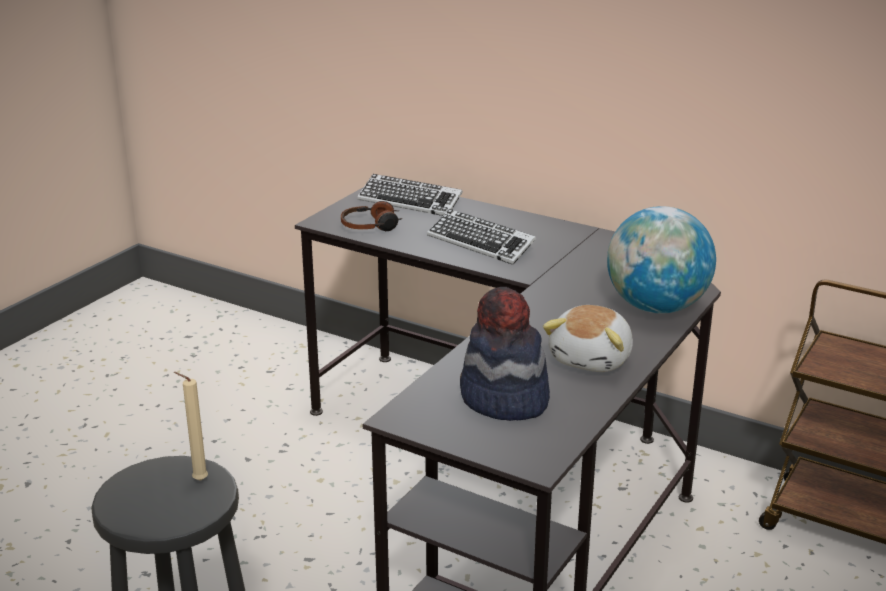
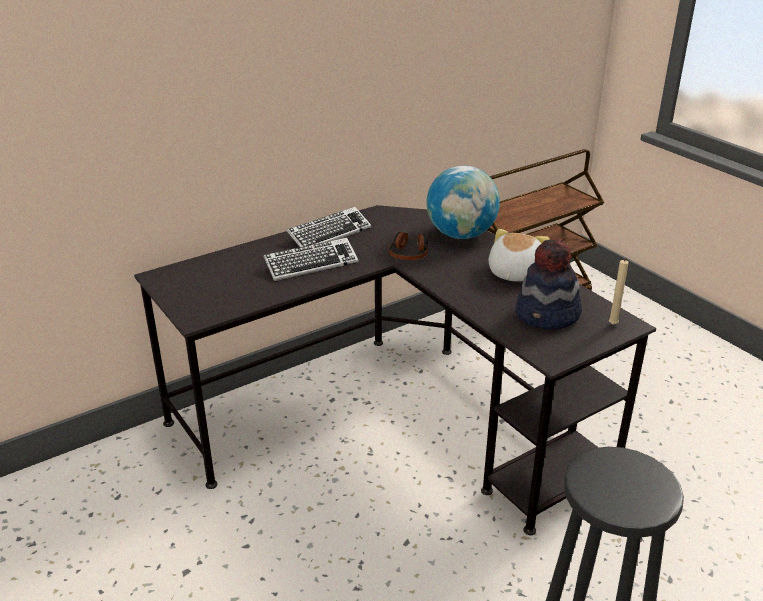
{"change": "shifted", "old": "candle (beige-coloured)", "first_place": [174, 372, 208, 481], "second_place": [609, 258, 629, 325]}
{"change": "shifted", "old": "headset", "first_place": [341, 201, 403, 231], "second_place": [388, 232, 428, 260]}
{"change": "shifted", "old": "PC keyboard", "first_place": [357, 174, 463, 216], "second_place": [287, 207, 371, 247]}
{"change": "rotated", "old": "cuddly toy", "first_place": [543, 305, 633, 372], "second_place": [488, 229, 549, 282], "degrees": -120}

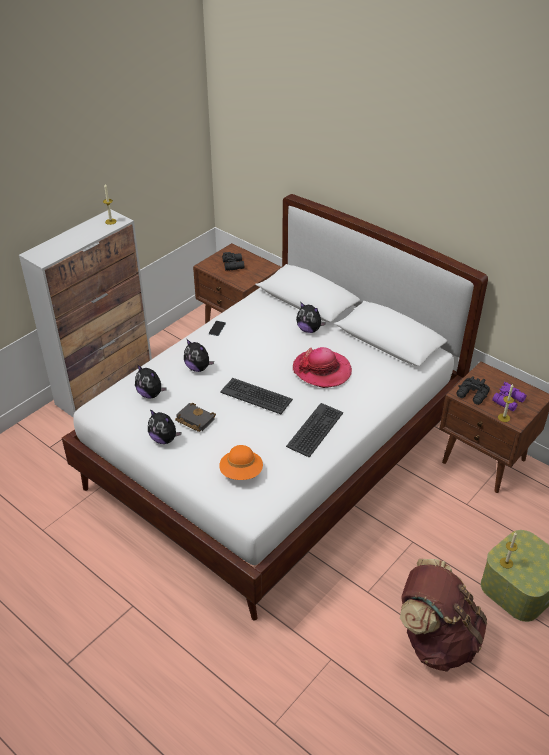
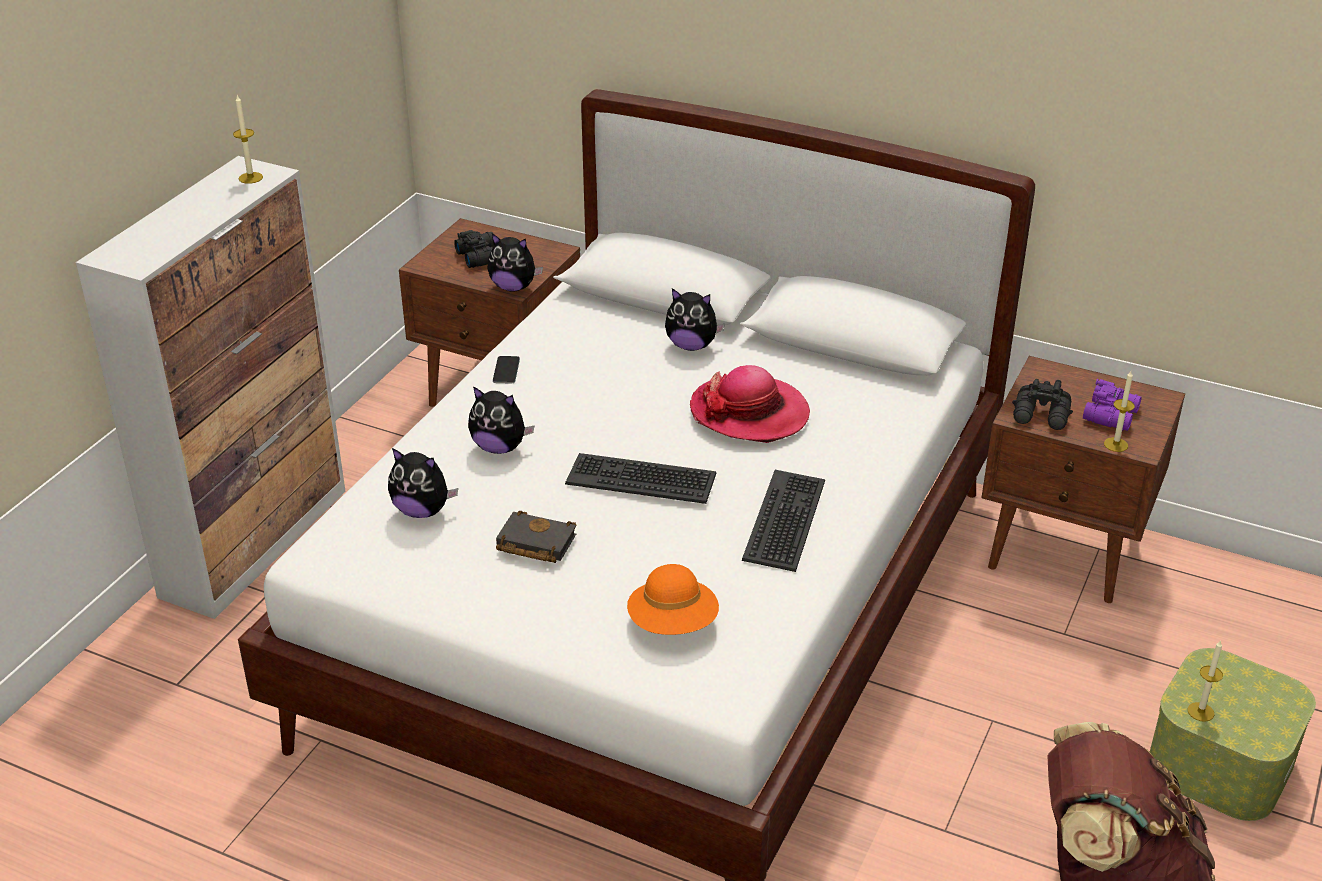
{"change": "shifted", "old": "cuddly toy", "first_place": [148, 409, 181, 444], "second_place": [487, 234, 543, 292]}

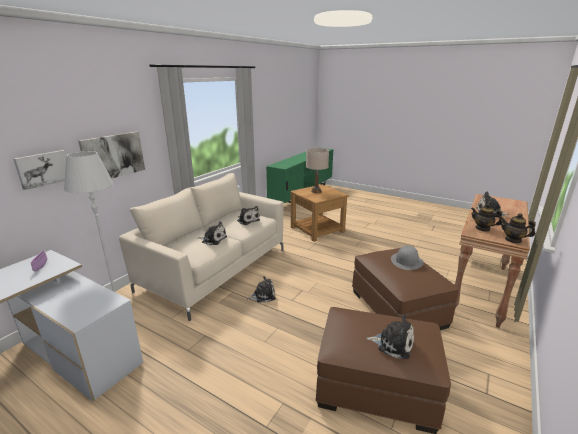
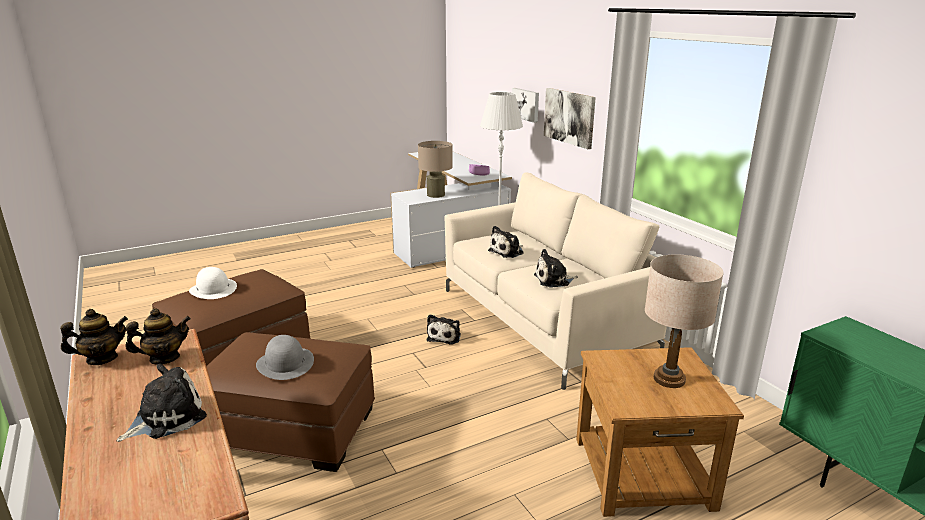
{"change": "swapped", "old": "cuddly toy", "new": "wearable hat (whitish)", "first_place": [366, 315, 414, 359], "second_place": [189, 267, 237, 299]}
{"change": "new", "new": "tabletop lamp (beige-coloured)", "second_place": [418, 141, 453, 198]}

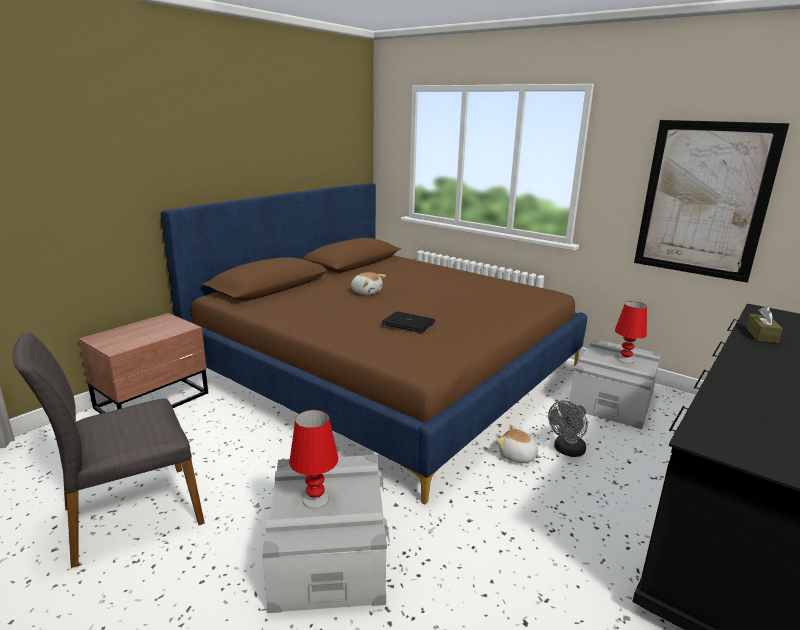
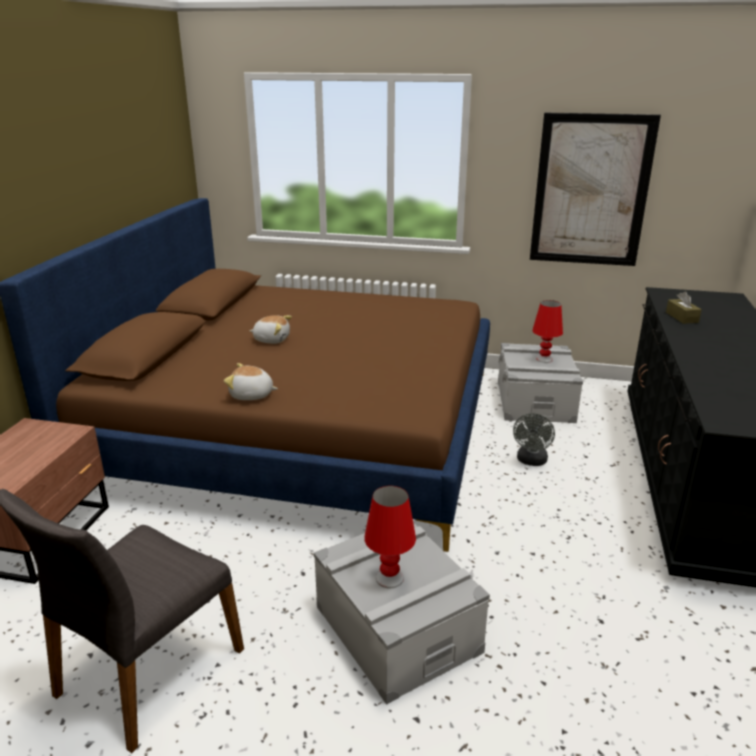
{"change": "gone", "old": "portable computer", "first_place": [382, 312, 435, 333]}
{"change": "shifted", "old": "cuddly toy", "first_place": [496, 425, 542, 463], "second_place": [224, 363, 278, 400]}

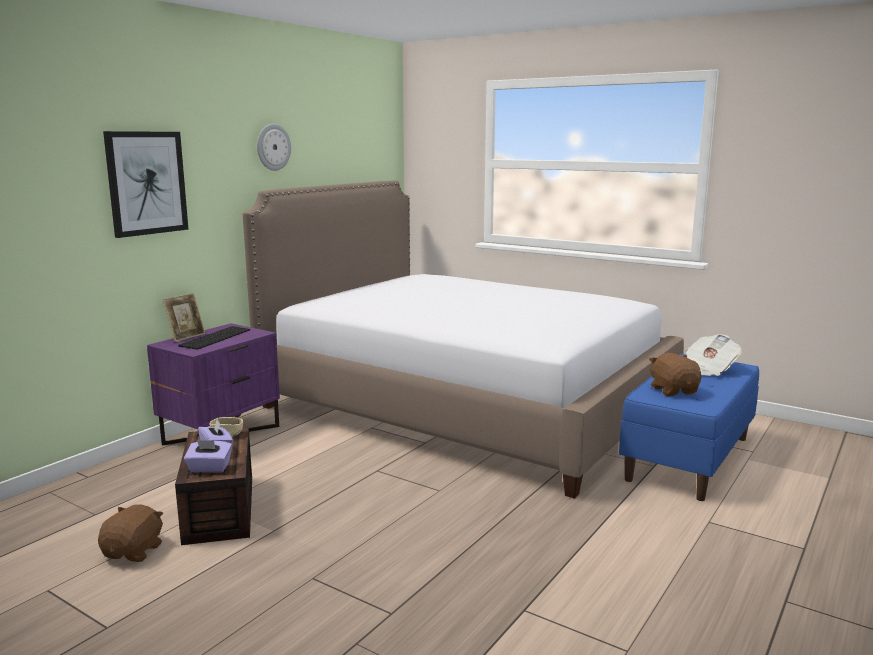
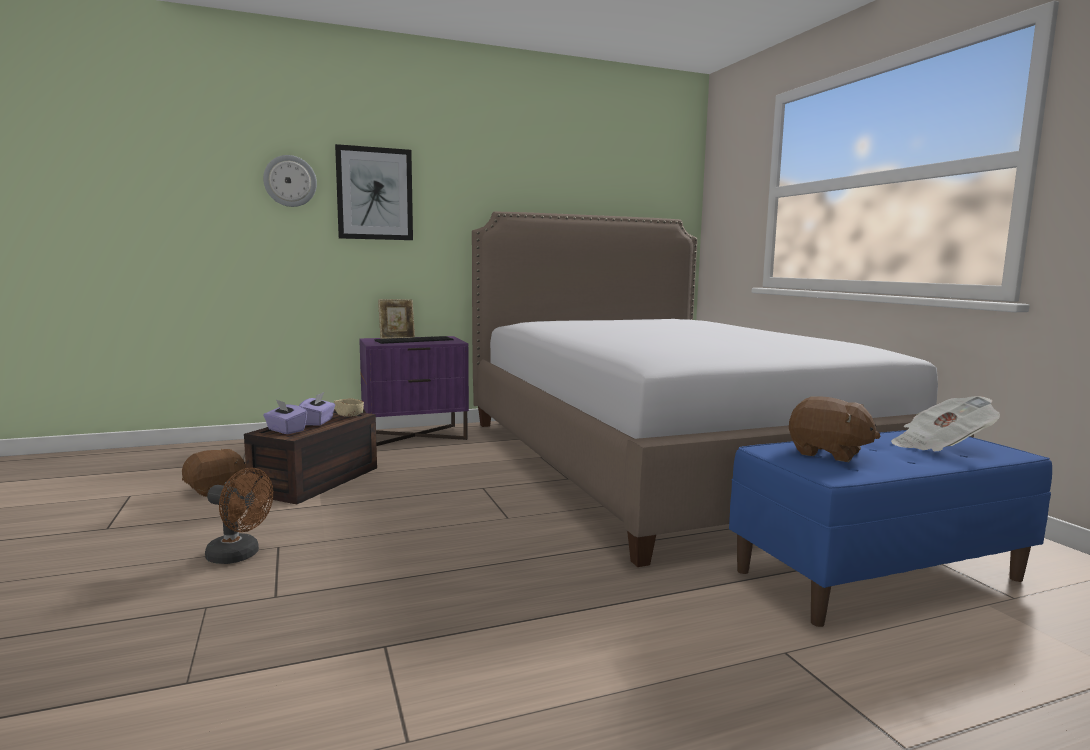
{"change": "shifted", "old": "wall clock", "first_place": [257, 124, 291, 171], "second_place": [263, 155, 317, 207]}
{"change": "rotated", "old": "cuddly toy (brownish)", "first_place": [649, 353, 701, 396], "second_place": [789, 396, 880, 462], "degrees": 105}
{"change": "new", "new": "electric fan (brownish)", "second_place": [205, 468, 273, 564]}

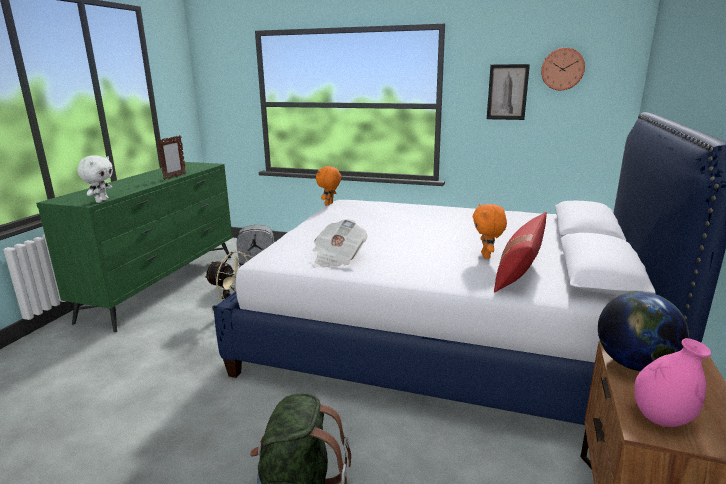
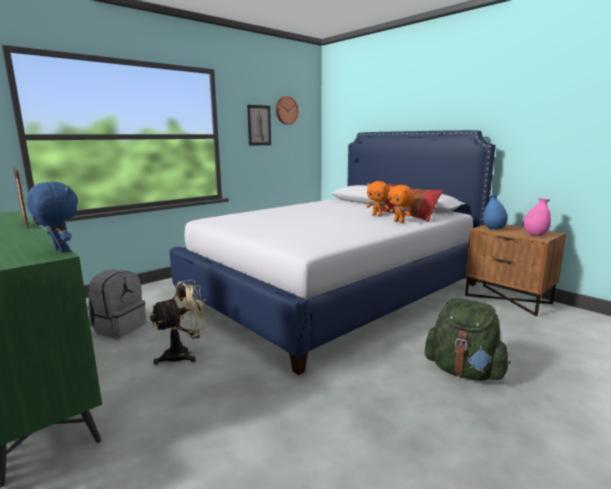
{"change": "repainted", "old": "cuddly toy (whitish)", "new": "cuddly toy (blue-coloured)", "first_place": [77, 155, 113, 203], "second_place": [27, 182, 78, 253]}
{"change": "gone", "old": "daily paper", "first_place": [313, 219, 367, 268]}
{"change": "shifted", "old": "cuddly toy (orangey)", "first_place": [316, 166, 341, 206], "second_place": [388, 185, 414, 223]}
{"change": "swapped", "old": "world globe", "new": "decorative vase (blue-coloured)", "first_place": [598, 292, 689, 371], "second_place": [483, 194, 508, 230]}

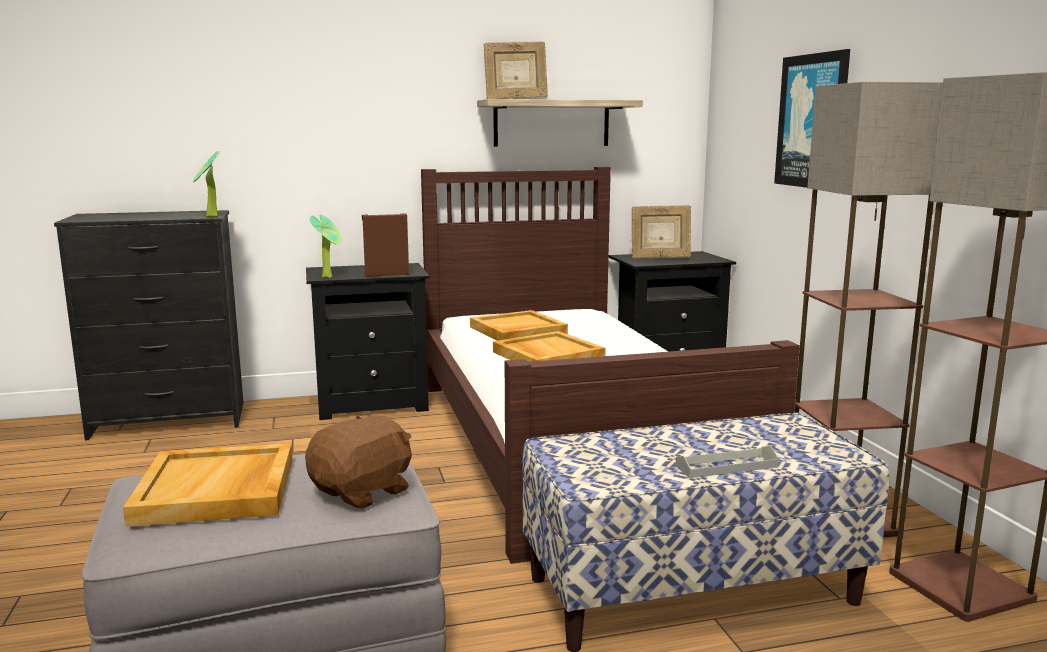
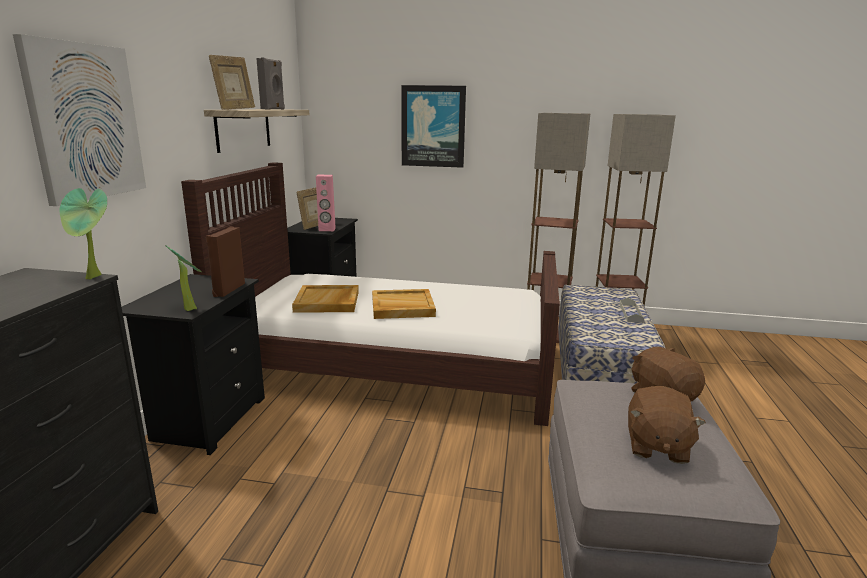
{"change": "swapped", "old": "carrying tray (beige-coloured)", "new": "cuddly toy (brownish)", "first_place": [123, 443, 293, 527], "second_place": [628, 386, 706, 464]}
{"change": "new", "new": "wall art", "second_place": [13, 34, 146, 206]}
{"change": "new", "new": "audio speaker (gray)", "second_place": [256, 58, 285, 110]}
{"change": "new", "new": "audio speaker (pinkish)", "second_place": [316, 175, 336, 231]}

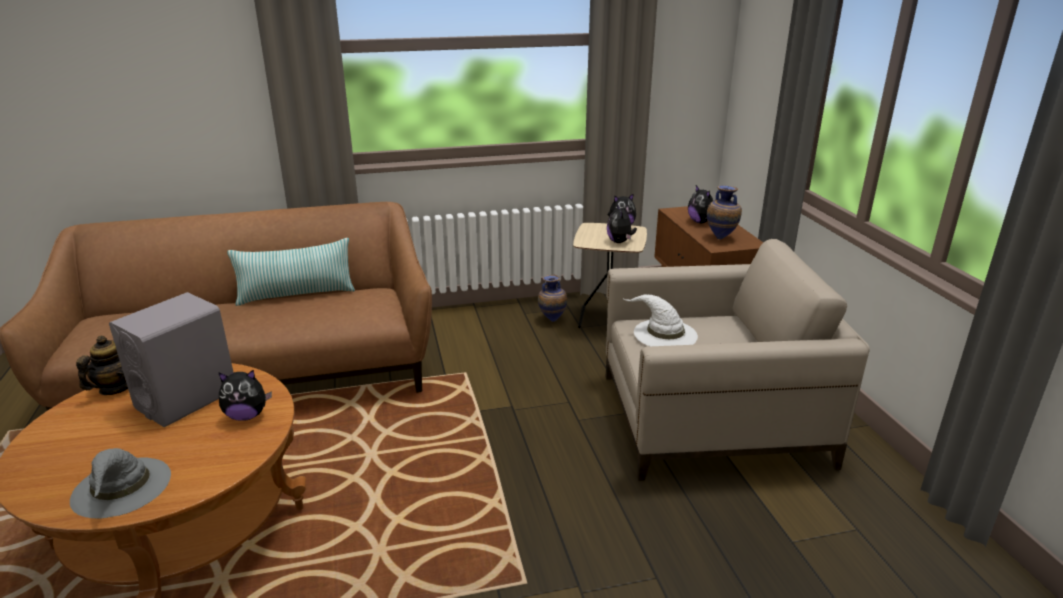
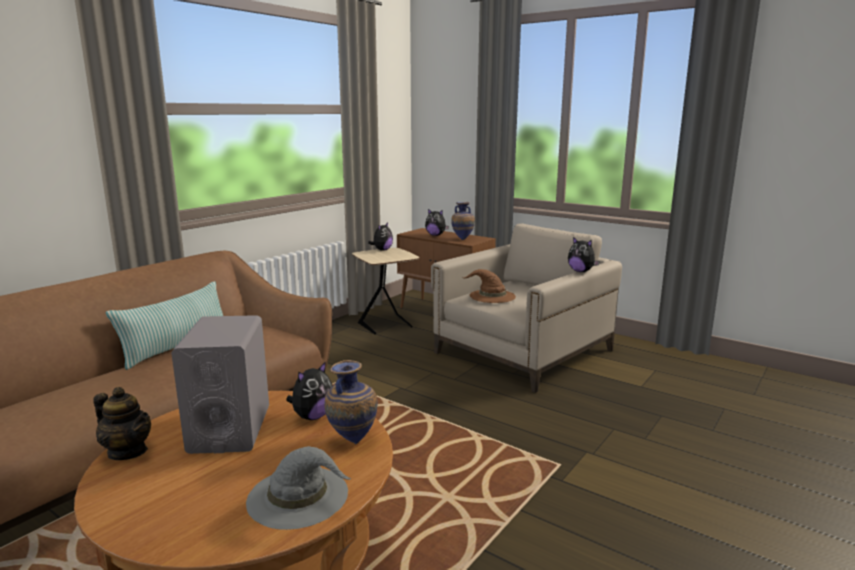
{"change": "rotated", "old": "pot for tea", "first_place": [76, 336, 128, 395], "second_place": [93, 387, 151, 460], "degrees": 135}
{"change": "shifted", "old": "decorative vase", "first_place": [538, 275, 567, 322], "second_place": [324, 360, 377, 444]}
{"change": "shifted", "old": "cuddly toy", "first_place": [607, 204, 637, 243], "second_place": [568, 237, 600, 272]}
{"change": "repainted", "old": "wearable hat (whitish)", "new": "wearable hat (brownish)", "first_place": [624, 295, 698, 346], "second_place": [461, 269, 516, 303]}

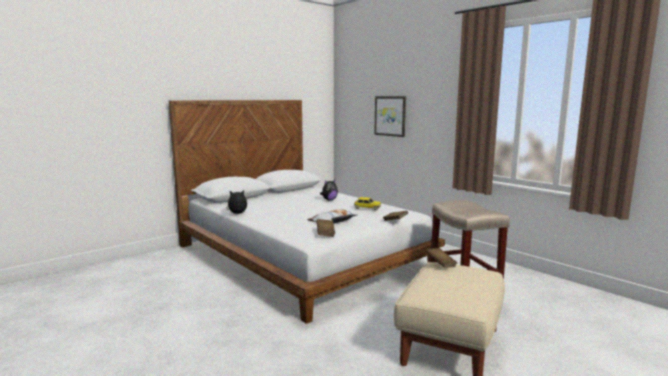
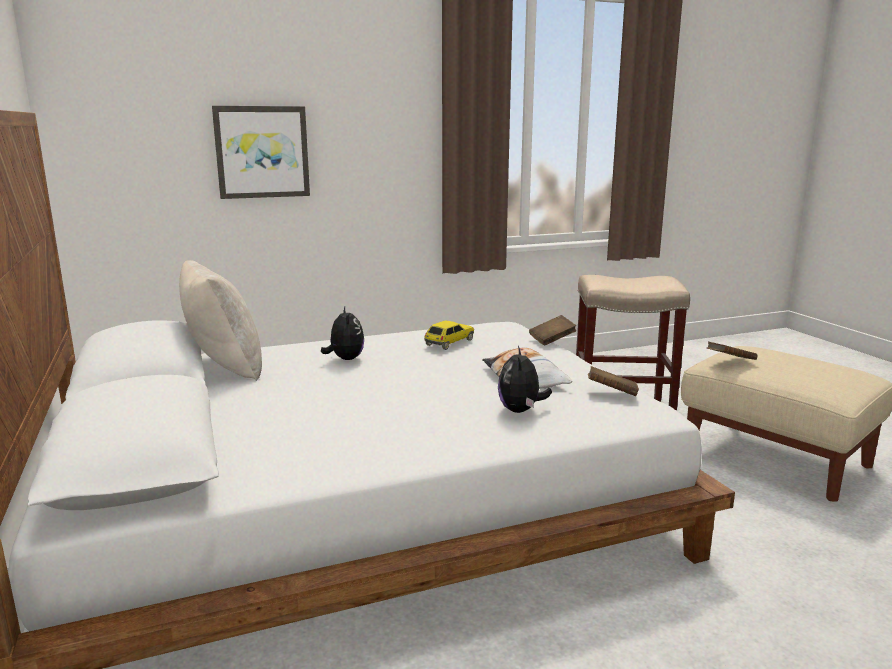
{"change": "shifted", "old": "cuddly toy", "first_place": [226, 190, 247, 214], "second_place": [498, 346, 552, 413]}
{"change": "new", "new": "cushion (beige-coloured)", "second_place": [179, 260, 262, 381]}

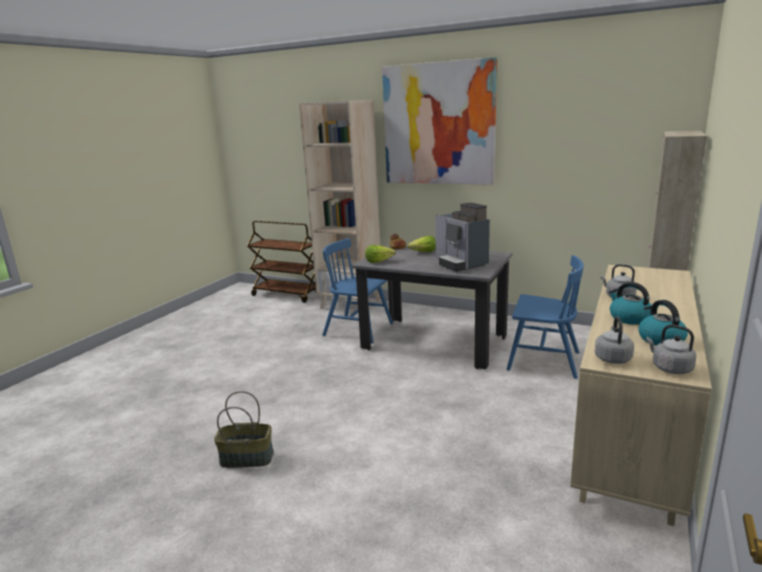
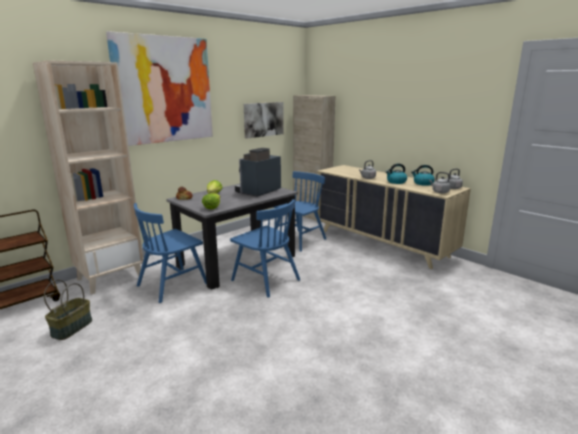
{"change": "shifted", "old": "household basket", "first_place": [214, 391, 274, 468], "second_place": [44, 280, 92, 340]}
{"change": "rotated", "old": "coffee maker", "first_place": [435, 202, 490, 272], "second_place": [235, 148, 281, 197], "degrees": 135}
{"change": "new", "new": "plain chair (blue-coloured)", "second_place": [230, 199, 300, 298]}
{"change": "new", "new": "wall art", "second_place": [244, 102, 284, 139]}

